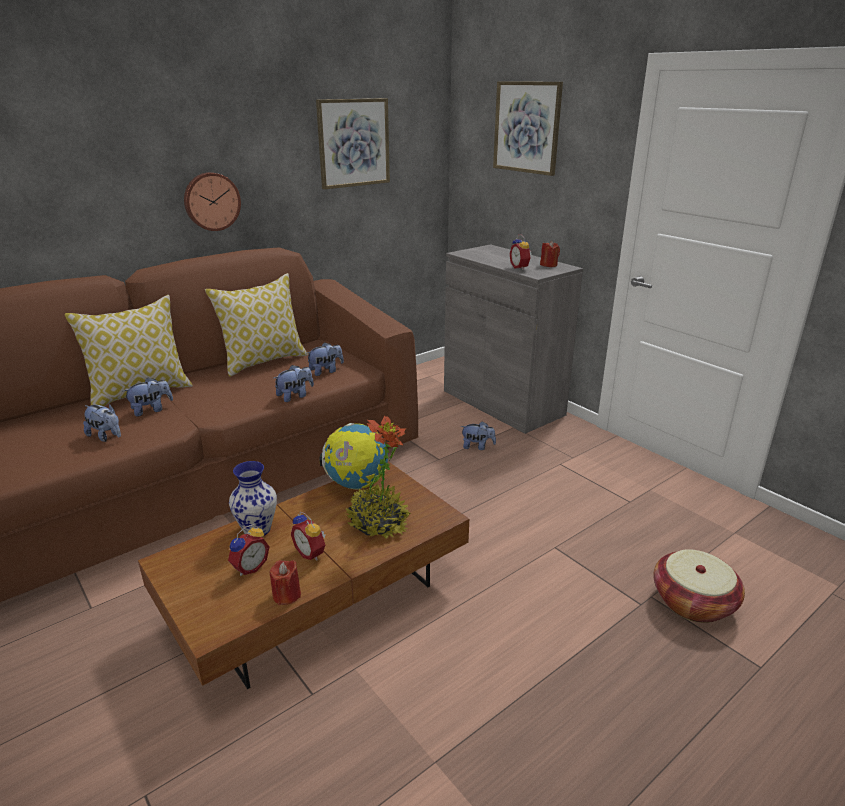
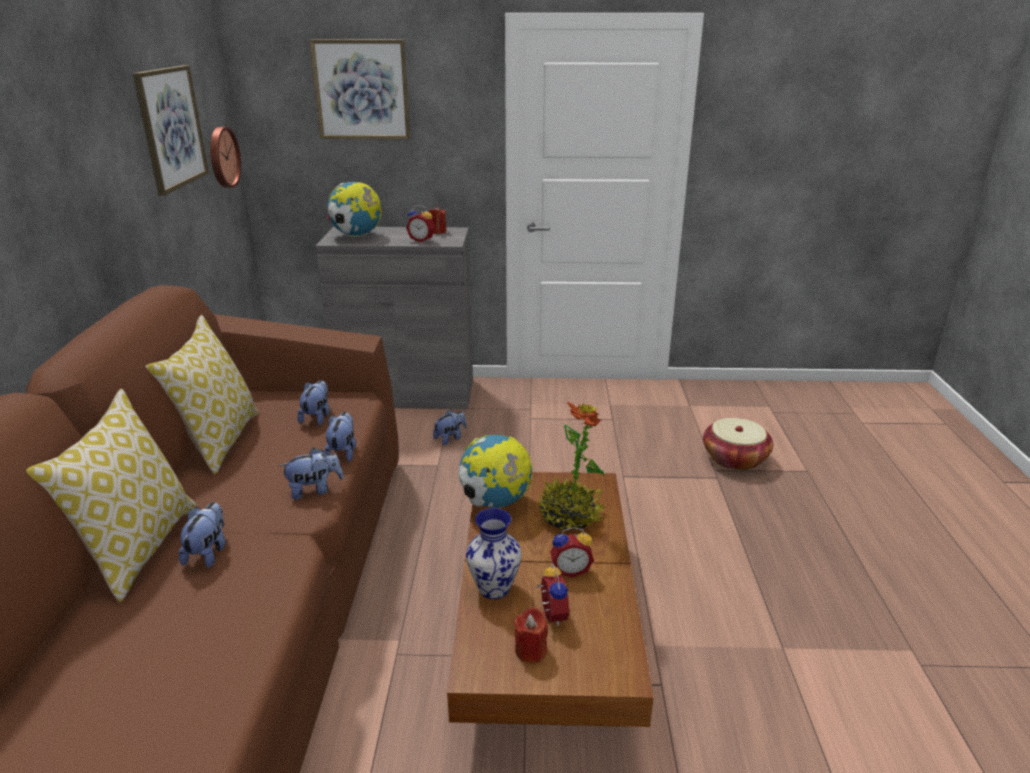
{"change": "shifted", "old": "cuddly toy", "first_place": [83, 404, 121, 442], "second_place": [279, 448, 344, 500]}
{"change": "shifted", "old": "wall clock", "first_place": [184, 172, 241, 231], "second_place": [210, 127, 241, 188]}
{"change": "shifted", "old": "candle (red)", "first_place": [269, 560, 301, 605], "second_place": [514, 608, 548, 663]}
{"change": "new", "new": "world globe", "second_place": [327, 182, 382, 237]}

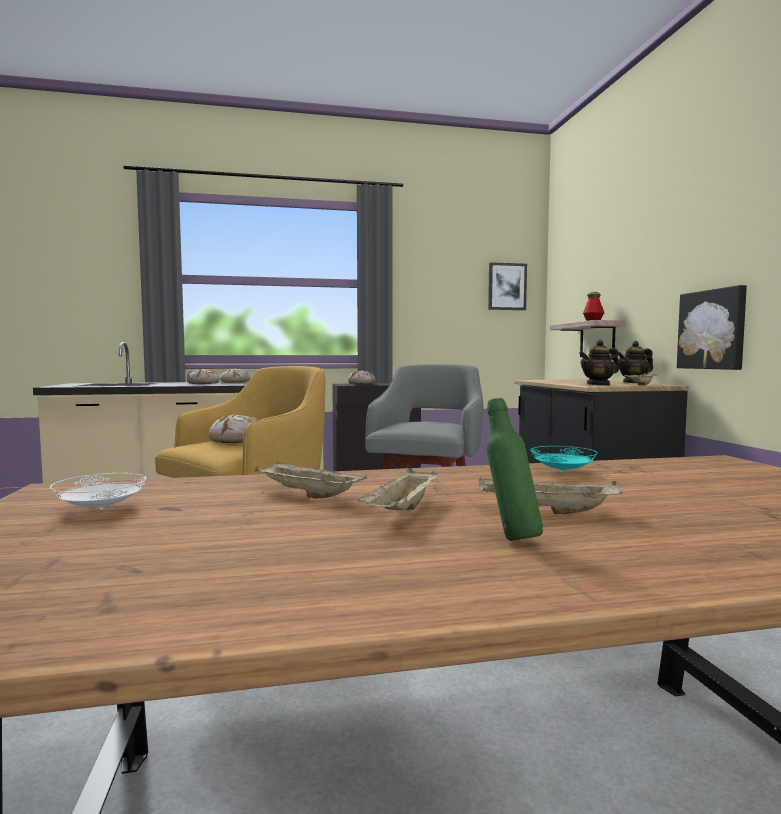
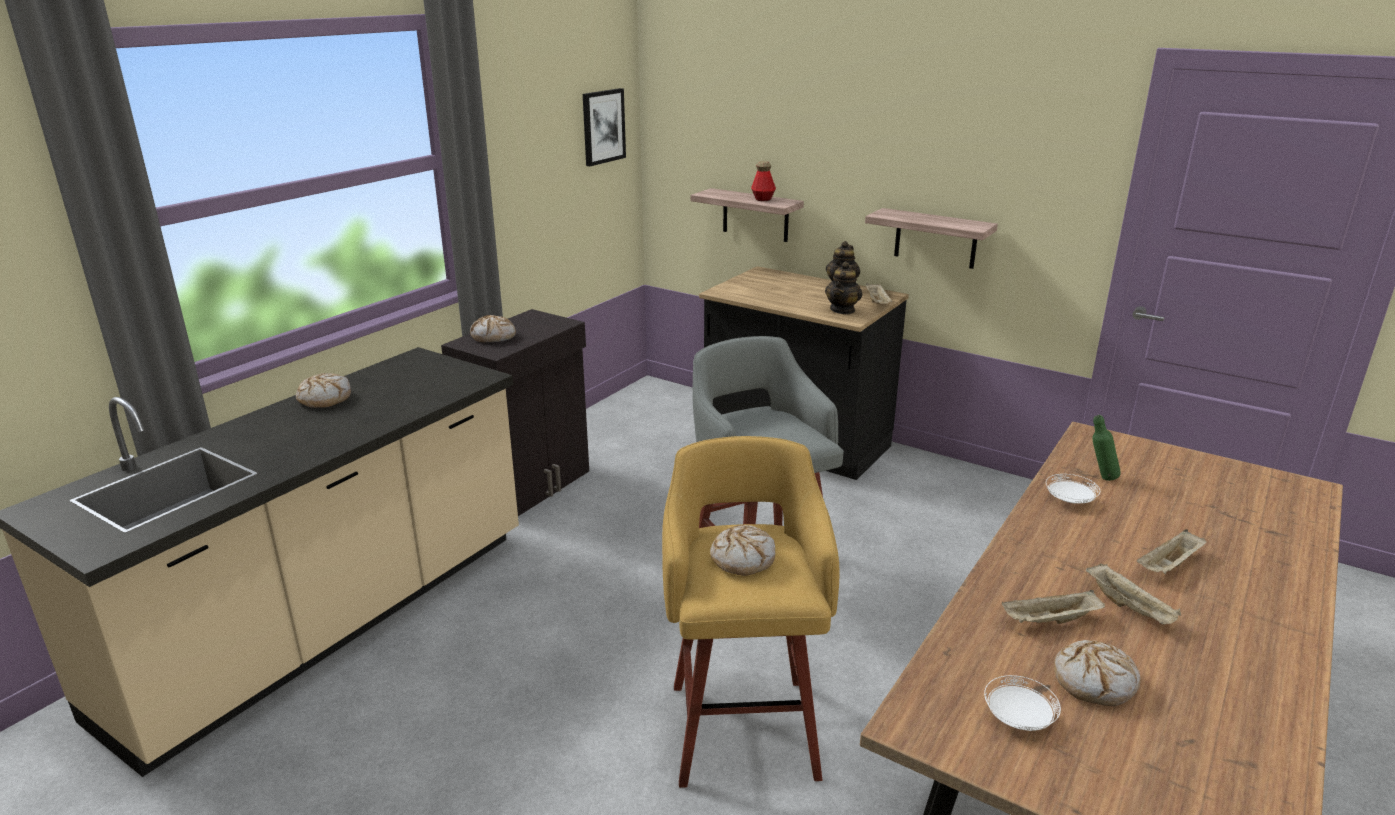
{"change": "shifted", "old": "baked bread", "first_place": [187, 369, 219, 384], "second_place": [1054, 640, 1141, 706]}
{"change": "shifted", "old": "drink bottle (green)", "first_place": [486, 398, 543, 541], "second_place": [1092, 415, 1121, 481]}
{"change": "repainted", "old": "flat dish (turquoise)", "new": "flat dish (whitish)", "first_place": [531, 446, 597, 472], "second_place": [1046, 474, 1100, 504]}
{"change": "swapped", "old": "wall art", "new": "shelf", "first_place": [677, 285, 747, 370], "second_place": [865, 208, 998, 269]}

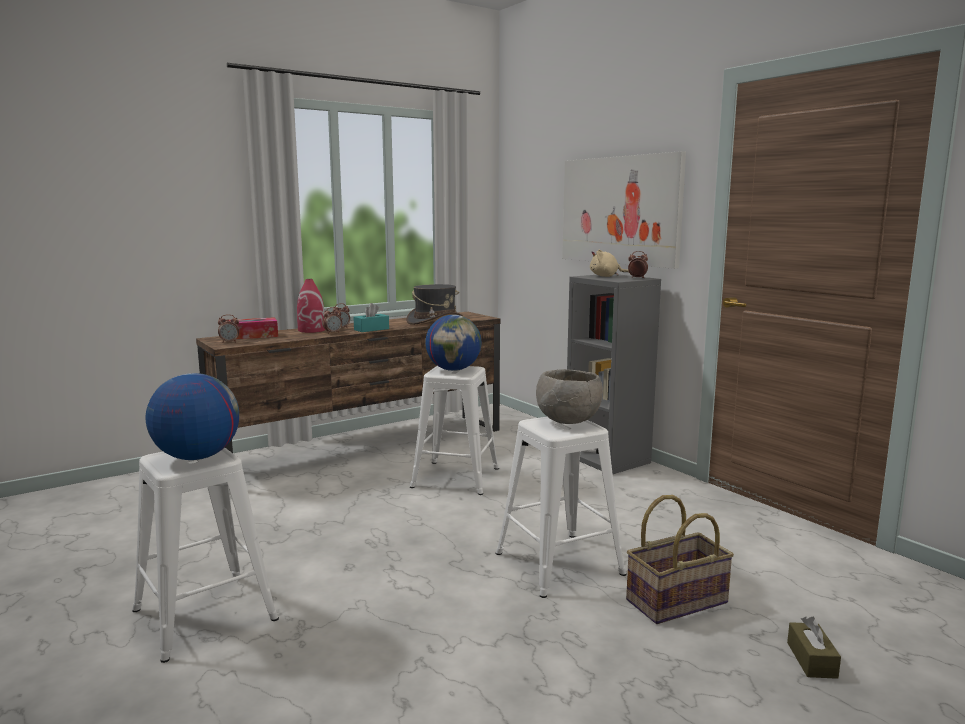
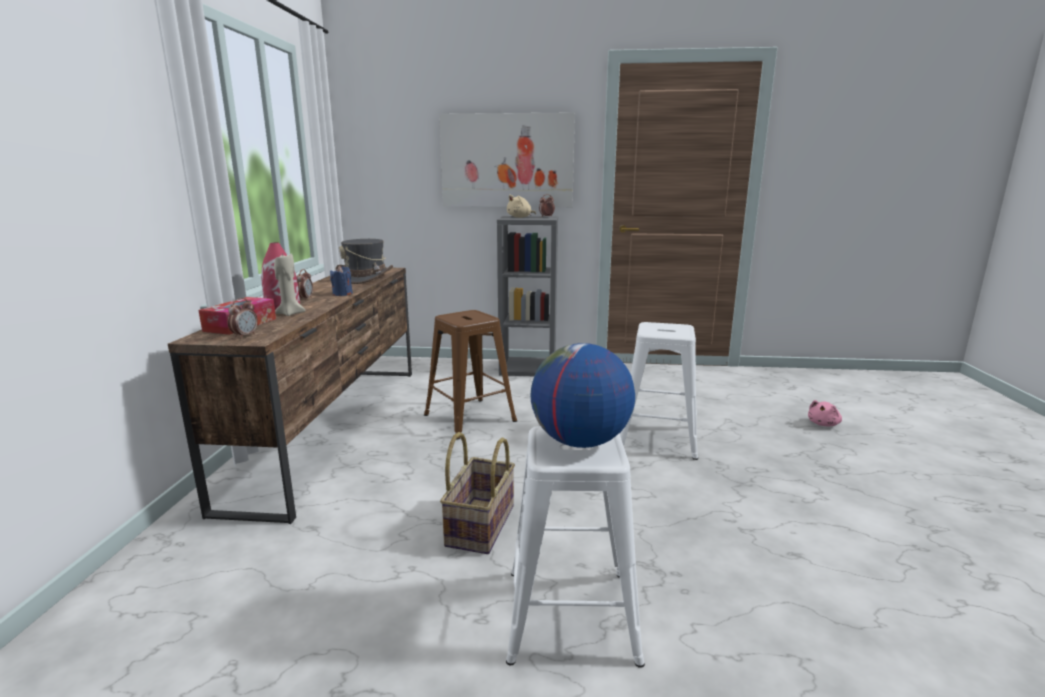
{"change": "gone", "old": "alarm clock", "first_place": [322, 307, 342, 334]}
{"change": "swapped", "old": "tissue box (turquoise)", "new": "candle (blue-coloured)", "first_place": [354, 303, 389, 332], "second_place": [330, 266, 353, 296]}
{"change": "repainted", "old": "stool seat (whitish)", "new": "stool seat (brownish)", "first_place": [410, 366, 499, 495], "second_place": [424, 310, 517, 440]}
{"change": "gone", "old": "world globe", "first_place": [425, 315, 481, 371]}
{"change": "gone", "old": "bowl (gray)", "first_place": [536, 369, 603, 424]}
{"change": "shifted", "old": "household basket", "first_place": [626, 495, 734, 624], "second_place": [440, 432, 515, 554]}
{"change": "swapped", "old": "tissue box (brownish)", "new": "cuddly toy (pinkish)", "first_place": [787, 617, 841, 679], "second_place": [808, 400, 842, 426]}
{"change": "new", "new": "candle (beige-coloured)", "second_place": [274, 253, 306, 316]}

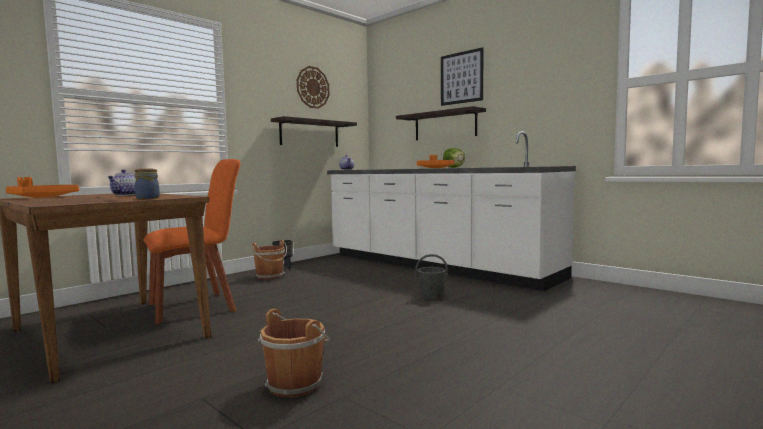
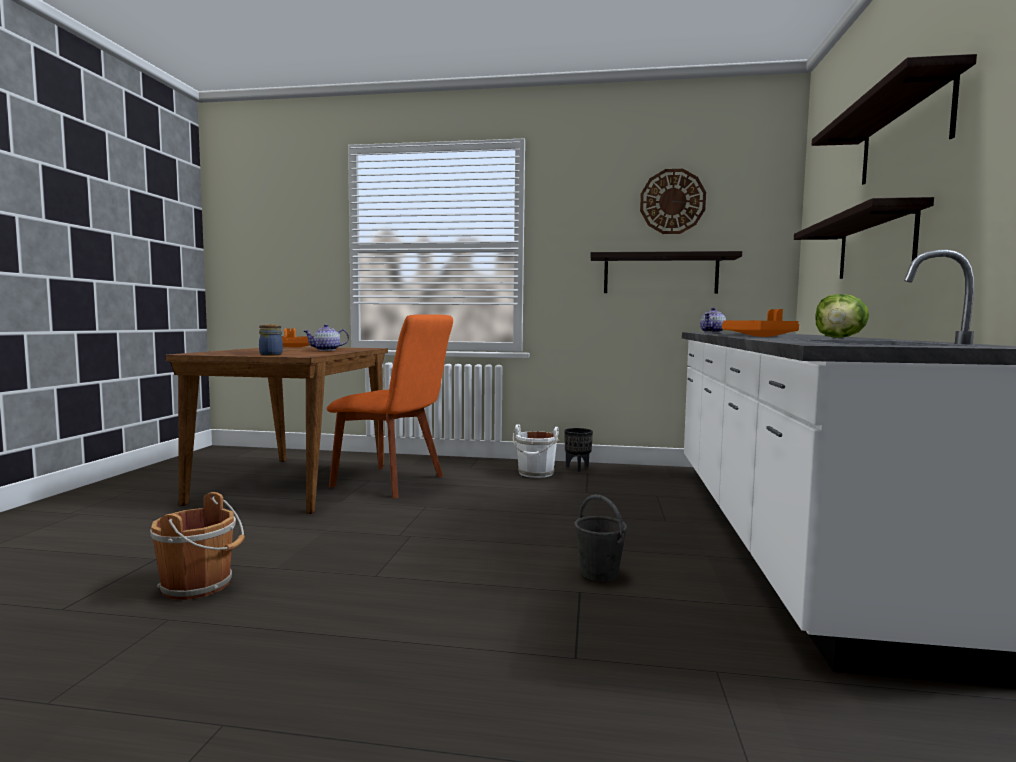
{"change": "repainted", "old": "water bucket (brownish)", "new": "water bucket (whitish)", "first_place": [252, 240, 287, 279], "second_place": [513, 424, 559, 478]}
{"change": "swapped", "old": "wall art", "new": "shelf", "first_place": [441, 47, 483, 106], "second_place": [812, 54, 977, 185]}

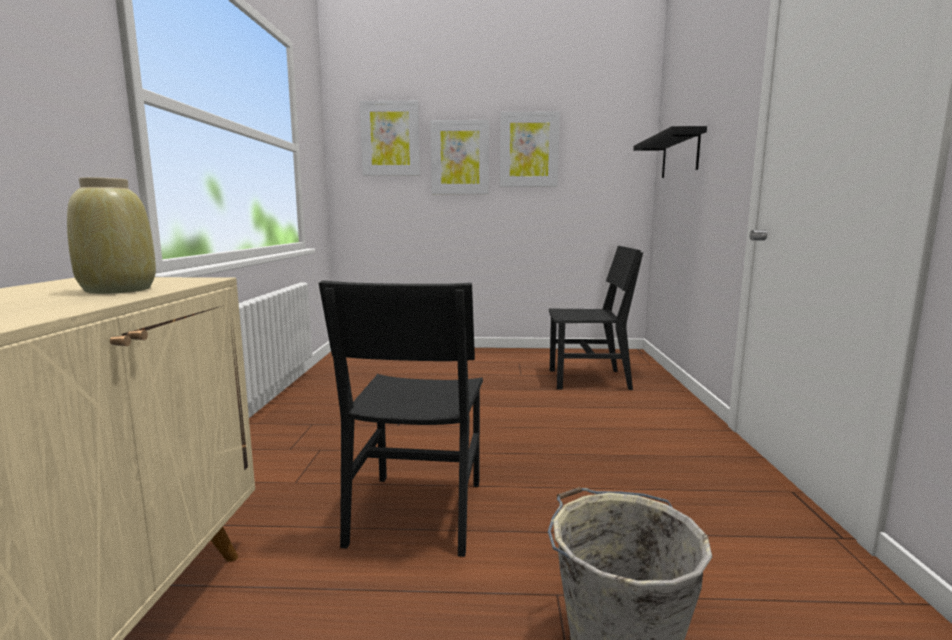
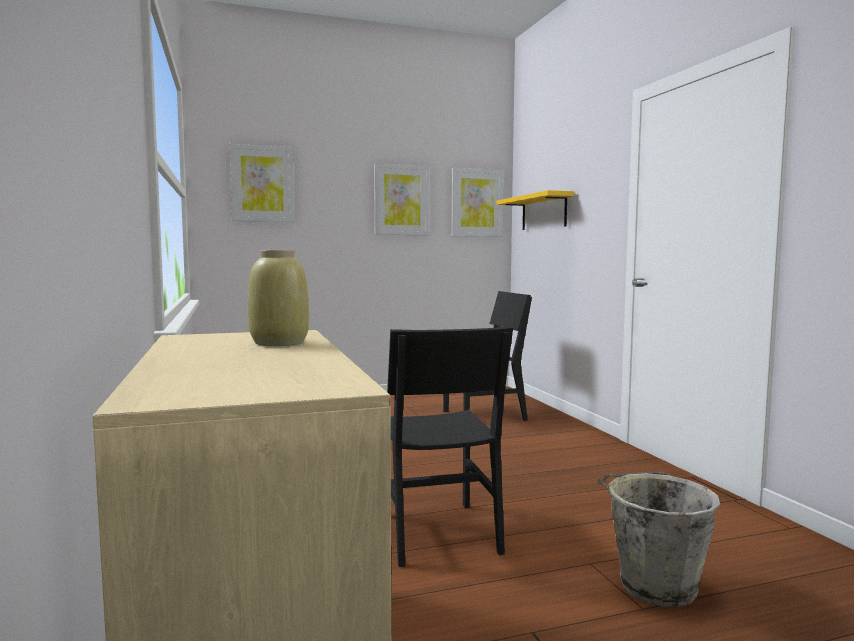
{"change": "shifted", "old": "wall art", "first_place": [431, 120, 489, 194], "second_place": [451, 168, 503, 237]}
{"change": "repainted", "old": "shelf (black-coloured)", "new": "shelf (yellowish)", "first_place": [633, 126, 707, 178], "second_place": [497, 190, 574, 230]}

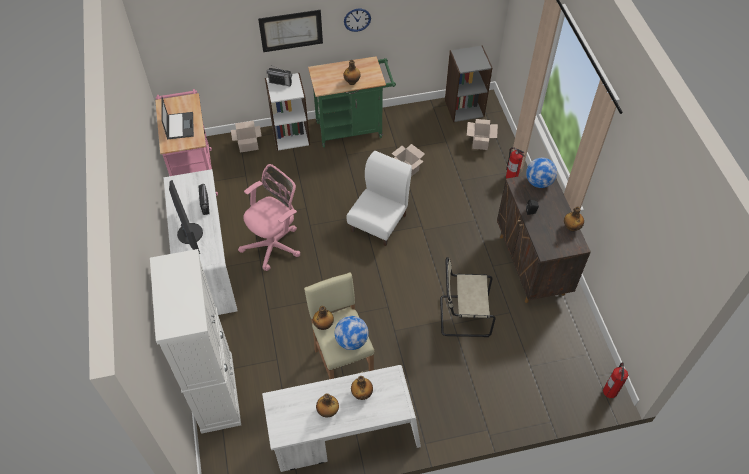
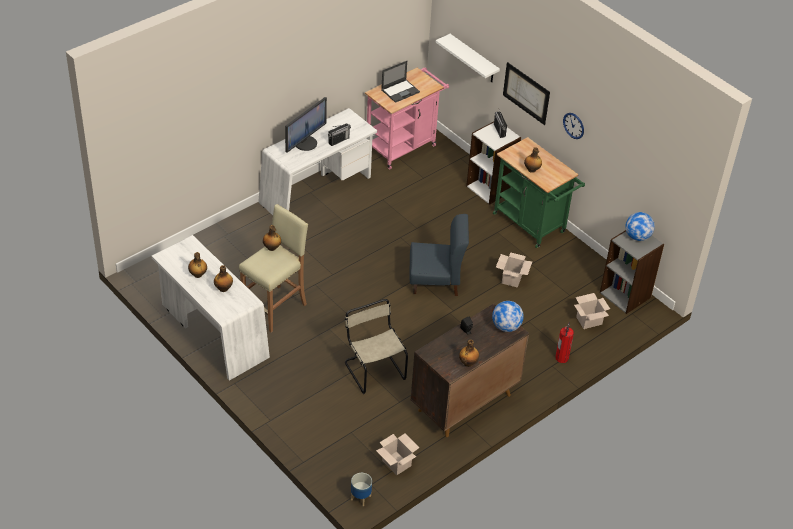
{"change": "gone", "old": "cabinet (whitish)", "first_place": [150, 249, 241, 434]}
{"change": "shifted", "old": "packing box", "first_place": [231, 121, 261, 153], "second_place": [376, 433, 420, 475]}
{"change": "gone", "old": "desk chair (pinkish)", "first_place": [238, 164, 301, 271]}
{"change": "shifted", "old": "world globe", "first_place": [335, 316, 369, 350], "second_place": [625, 212, 655, 241]}
{"change": "repainted", "old": "plain chair (whitish)", "new": "plain chair (blue-coloured)", "first_place": [347, 151, 412, 246], "second_place": [409, 214, 469, 296]}
{"change": "swapped", "old": "extinguisher", "new": "plant pot", "first_place": [603, 362, 628, 398], "second_place": [351, 473, 372, 506]}
{"change": "new", "new": "shelf (whitish)", "second_place": [436, 34, 500, 82]}

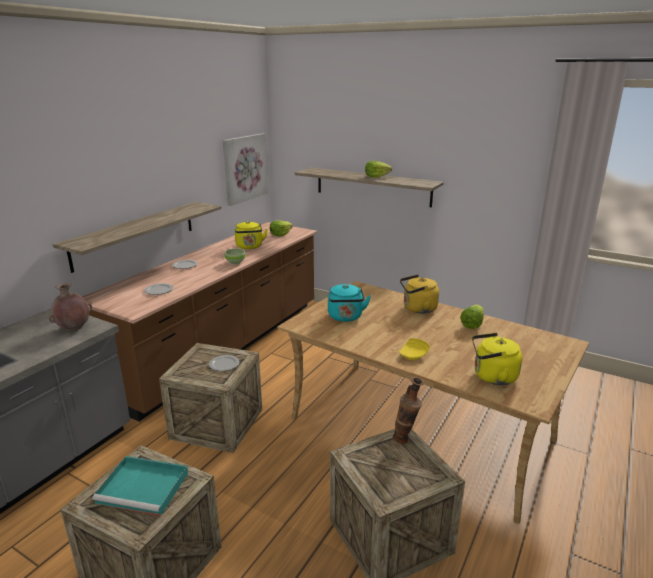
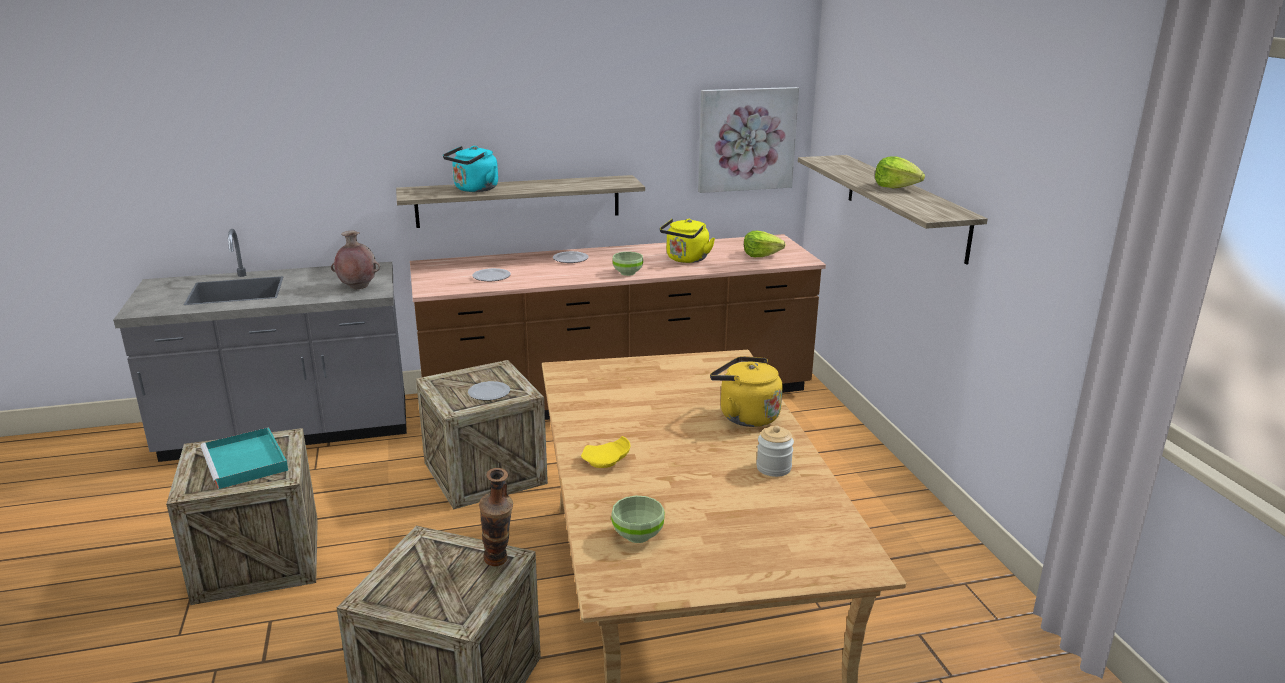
{"change": "shifted", "old": "water kettle (turquoise)", "first_place": [328, 284, 371, 322], "second_place": [443, 146, 498, 192]}
{"change": "swapped", "old": "lettuce head", "new": "preserve jar", "first_place": [460, 305, 484, 329], "second_place": [756, 425, 794, 477]}
{"change": "swapped", "old": "water kettle (yellowish)", "new": "bowl (green)", "first_place": [472, 333, 522, 385], "second_place": [611, 496, 665, 543]}

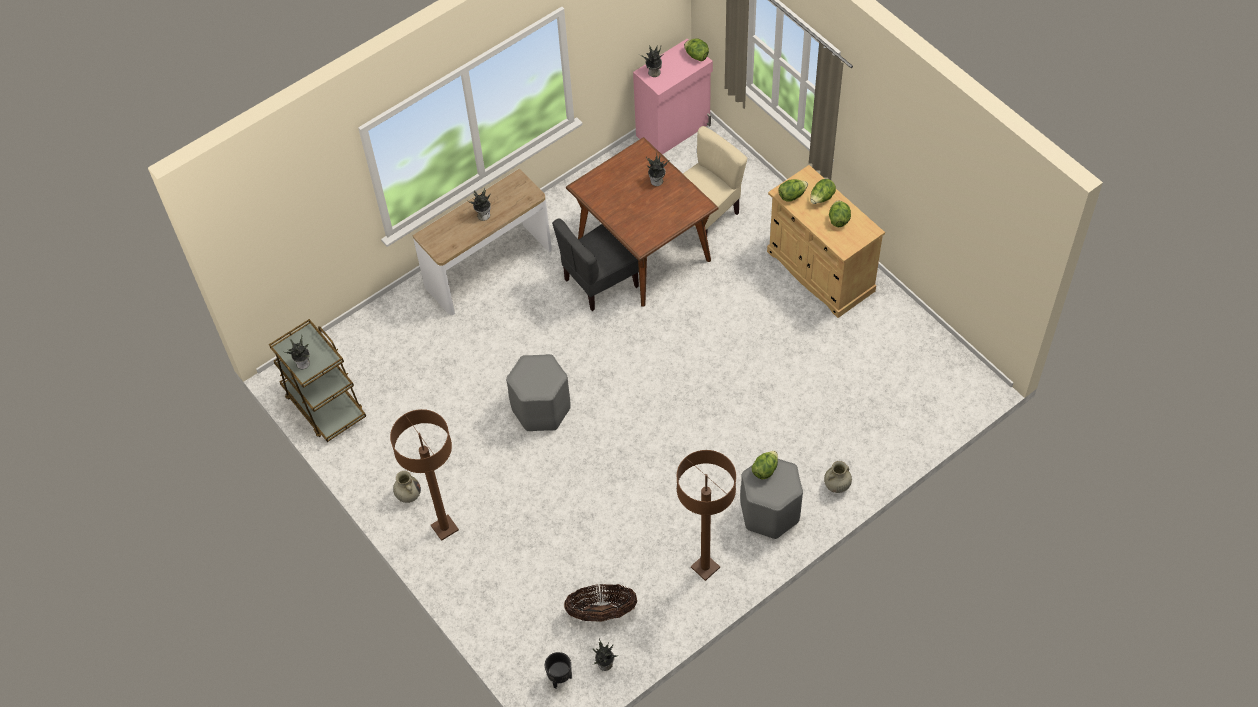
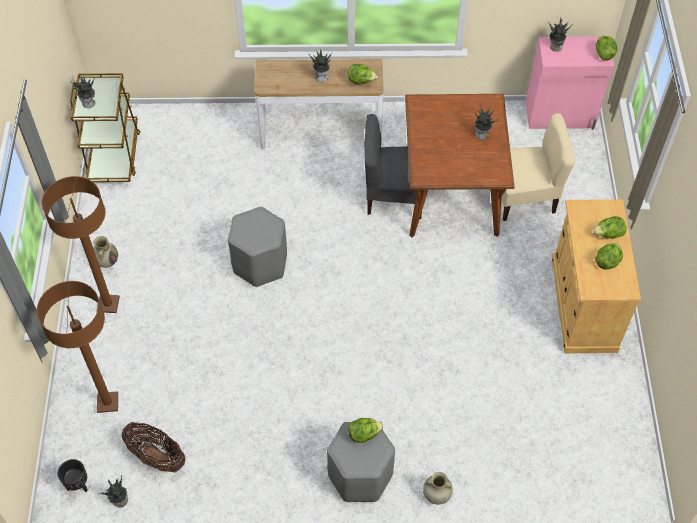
{"change": "shifted", "old": "floor lamp (brownish)", "first_place": [677, 450, 736, 581], "second_place": [37, 281, 118, 413]}
{"change": "shifted", "old": "lettuce head", "first_place": [778, 179, 808, 202], "second_place": [348, 64, 378, 84]}

